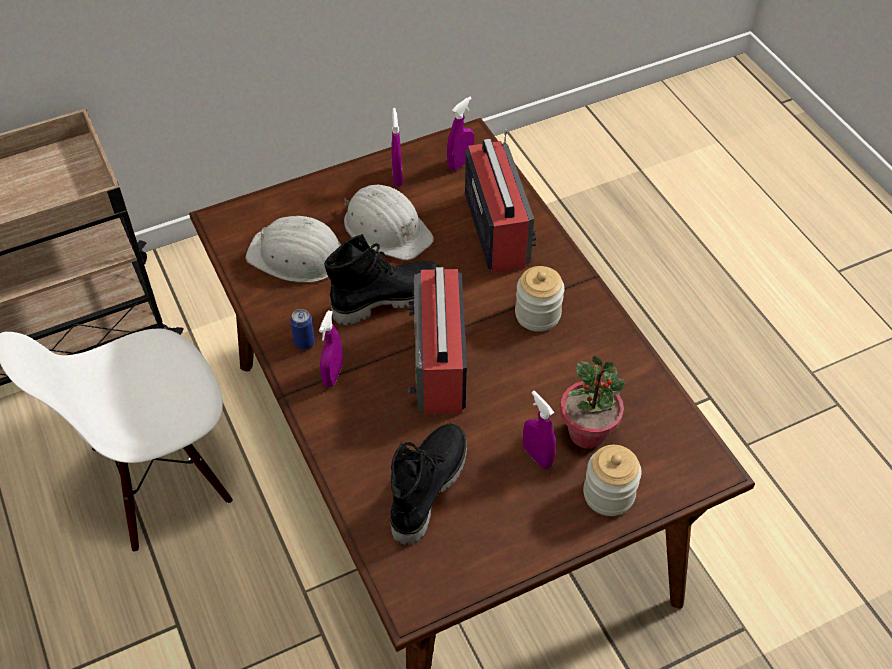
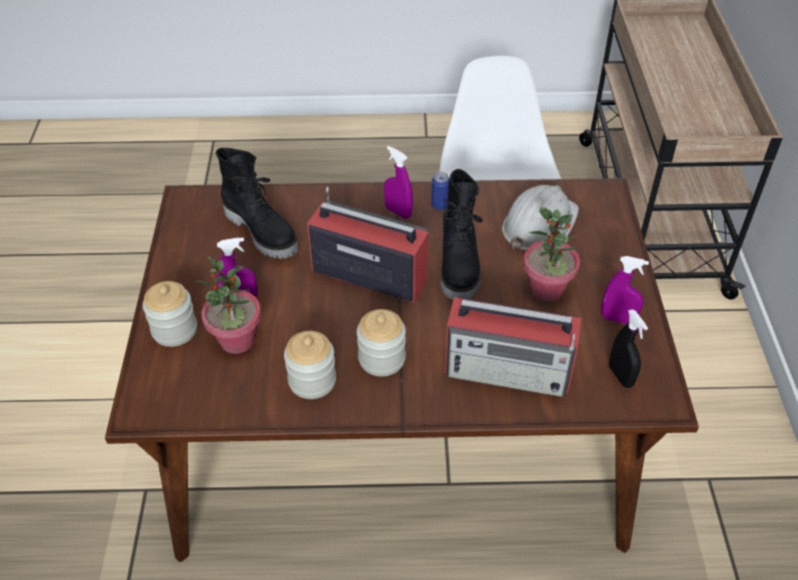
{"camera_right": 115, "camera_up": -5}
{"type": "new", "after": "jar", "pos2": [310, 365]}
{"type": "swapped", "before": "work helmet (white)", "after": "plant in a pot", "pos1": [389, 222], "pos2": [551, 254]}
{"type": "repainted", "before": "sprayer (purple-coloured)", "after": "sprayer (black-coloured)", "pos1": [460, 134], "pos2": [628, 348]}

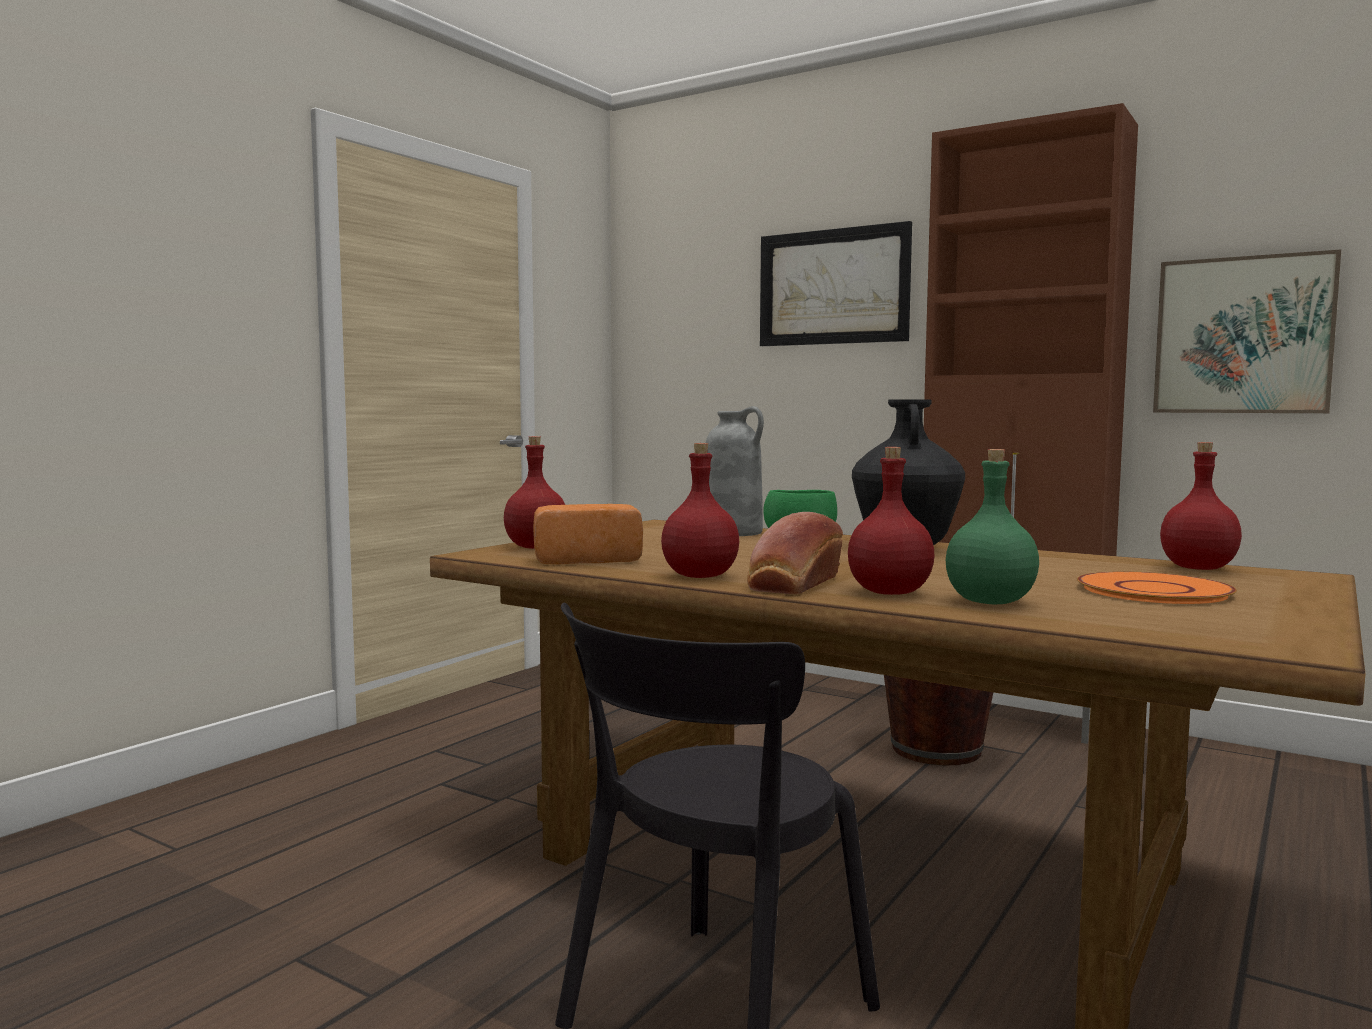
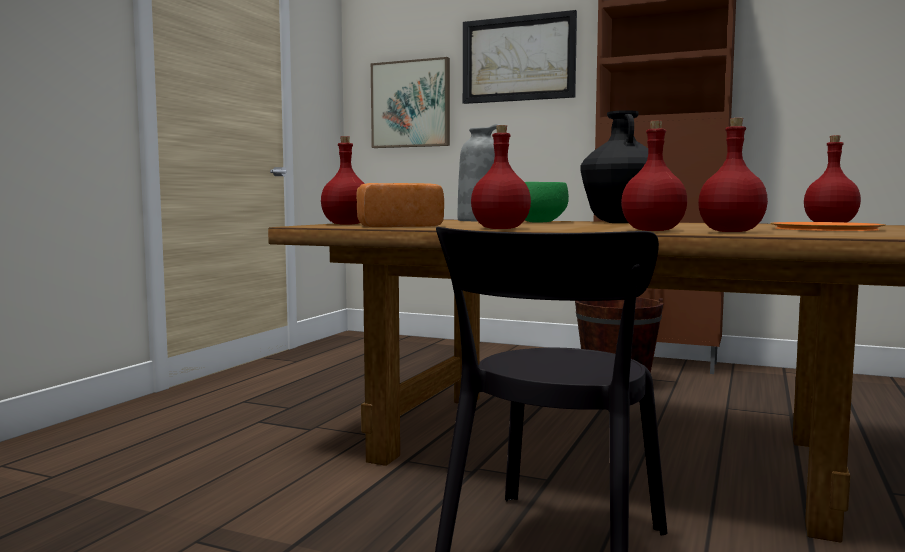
{"camera_right": -10, "camera_up": 0}
{"type": "shifted", "before": "picture", "pos1": [1247, 331], "pos2": [410, 102]}
{"type": "repainted", "before": "beverage bottle (green-coloured)", "after": "beverage bottle (reddish)", "pos1": [992, 526], "pos2": [733, 175]}
{"type": "gone", "before": "baked bread", "pos1": [795, 553]}

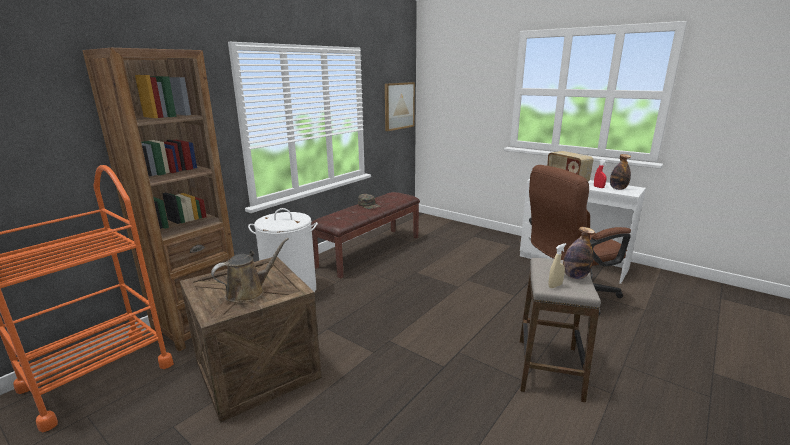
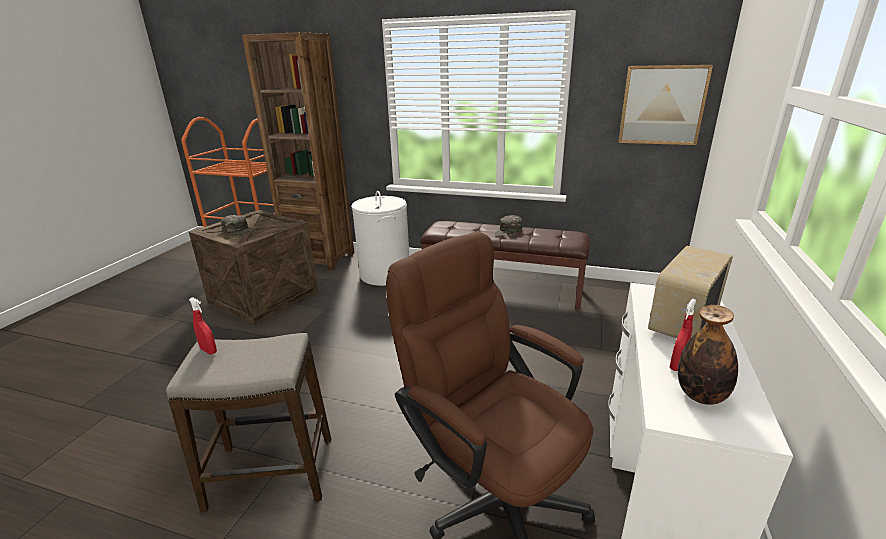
{"camera_right": 70, "camera_up": 5}
{"type": "repainted", "before": "sprayer (beige)", "after": "sprayer (reddish)", "pos1": [557, 265], "pos2": [203, 325]}
{"type": "swapped", "before": "sprinkling can (brownish)", "after": "cap (green-coloured)", "pos1": [250, 270], "pos2": [239, 225]}
{"type": "gone", "before": "beverage bottle", "pos1": [579, 253]}

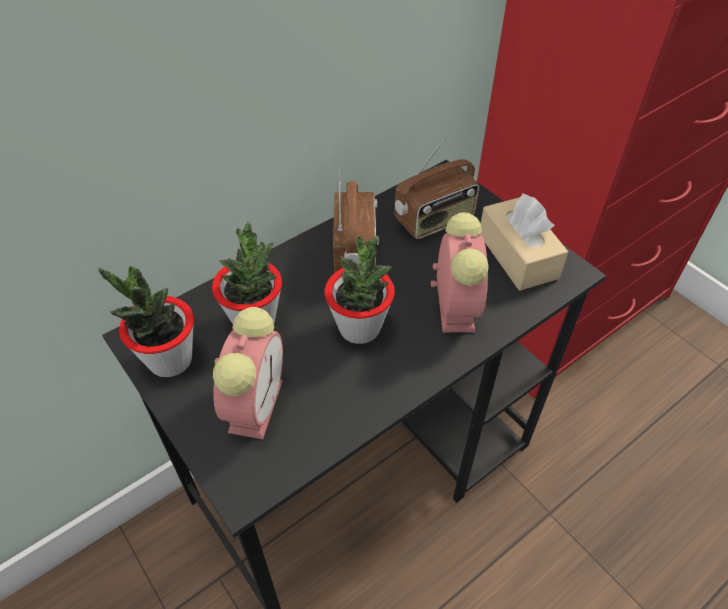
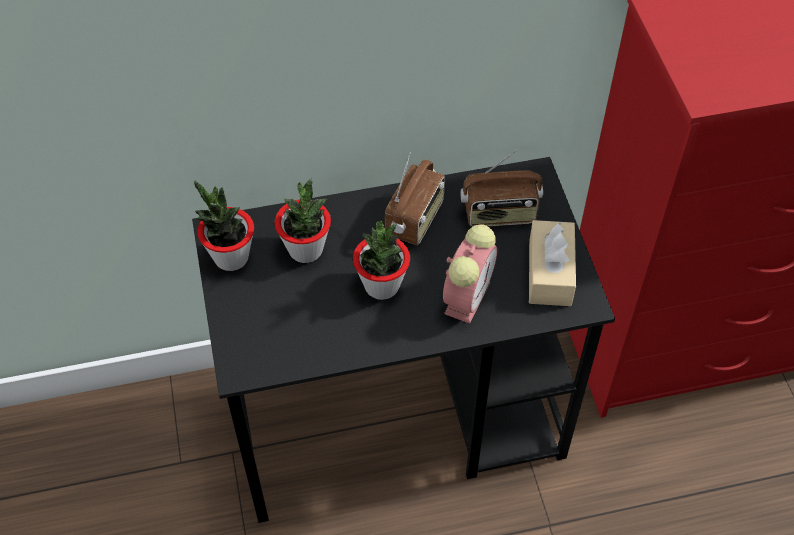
{"camera_right": 25, "camera_up": 5}
{"type": "gone", "before": "bedside clock", "pos1": [248, 373]}

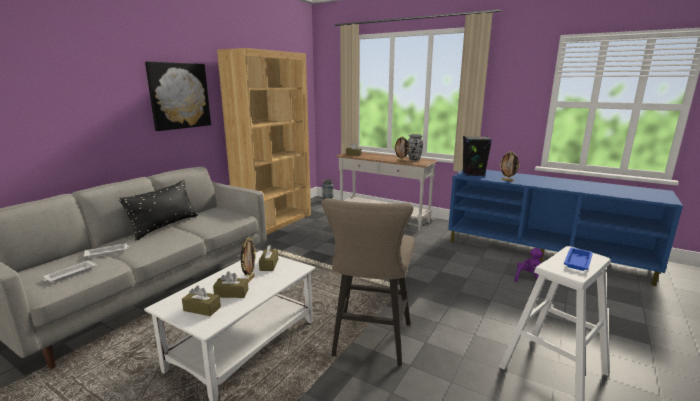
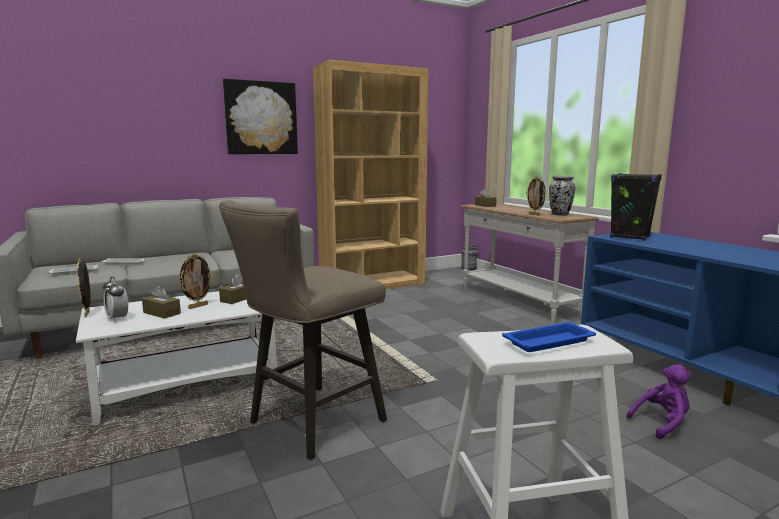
{"camera_right": 30, "camera_up": -5}
{"type": "shifted", "before": "photo frame", "pos1": [509, 166], "pos2": [84, 288]}
{"type": "swapped", "before": "tissue holder (brownish)", "after": "bedside clock", "pos1": [201, 301], "pos2": [115, 299]}
{"type": "gone", "before": "cushion (black-coloured)", "pos1": [158, 210]}

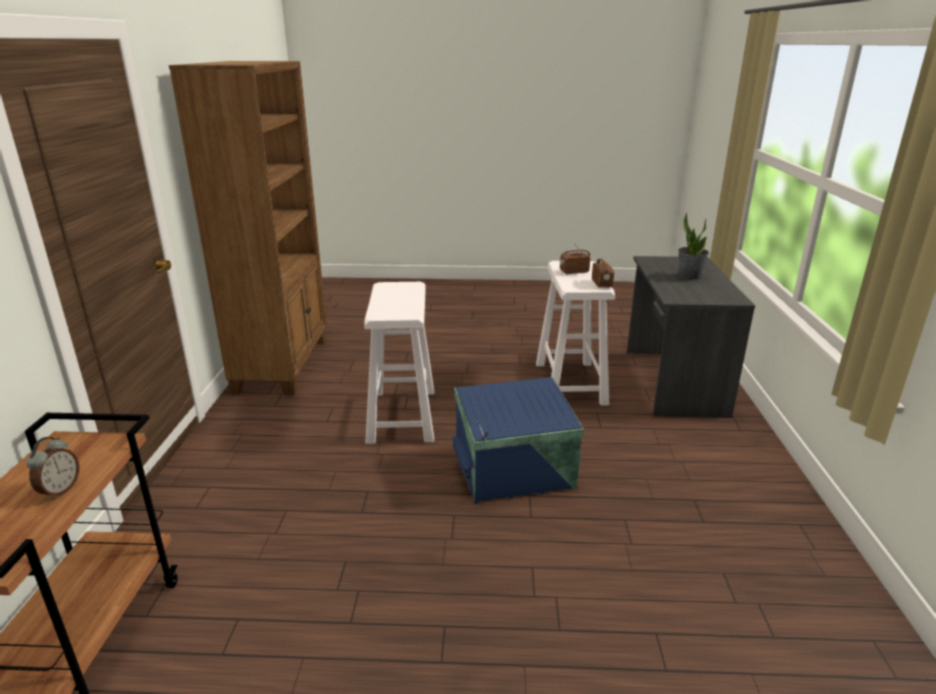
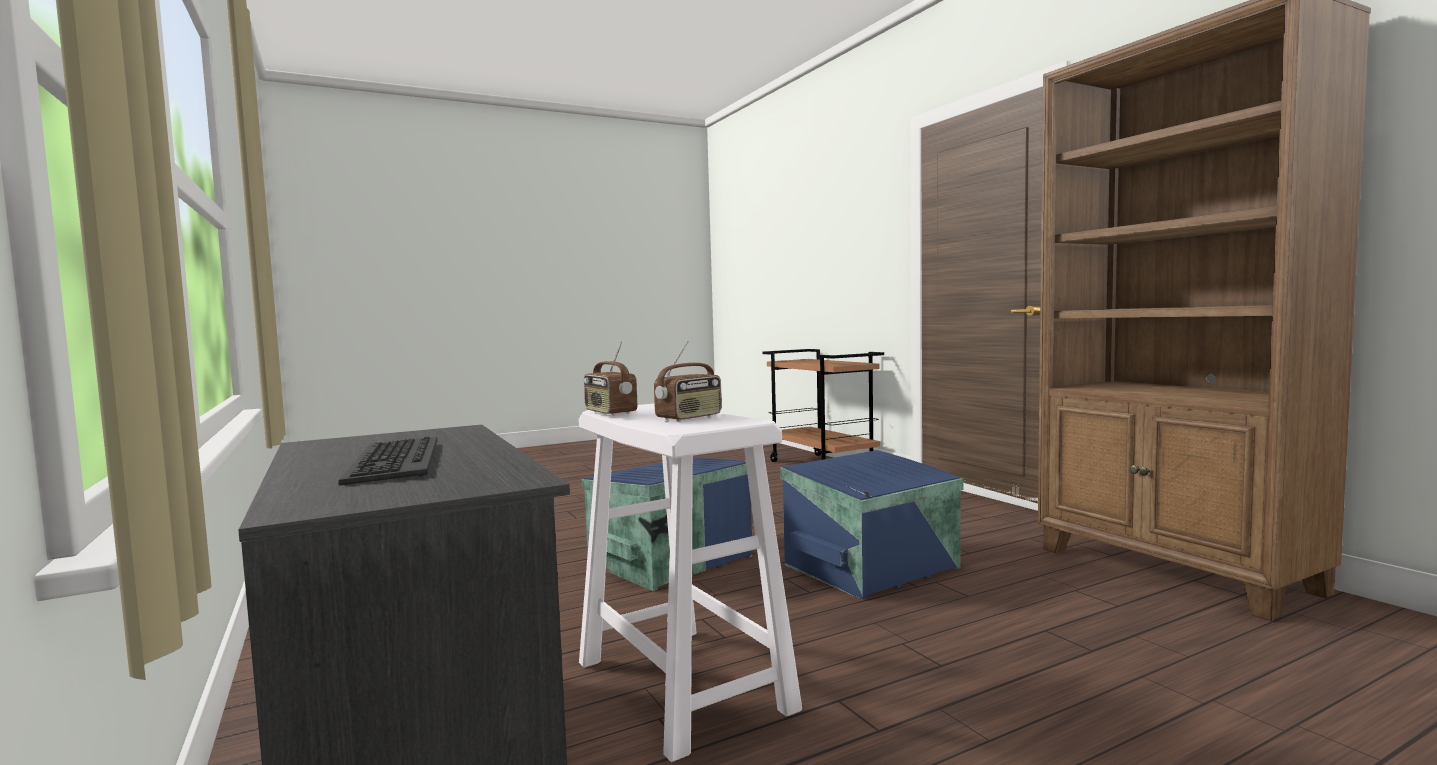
{"camera_right": 150, "camera_up": -20}
{"type": "swapped", "before": "plant in a pot", "after": "computer keyboard", "pos1": [693, 246], "pos2": [388, 461]}
{"type": "swapped", "before": "stool (white)", "after": "storage bin (blue)", "pos1": [399, 363], "pos2": [872, 525]}
{"type": "gone", "before": "bedside clock", "pos1": [52, 468]}

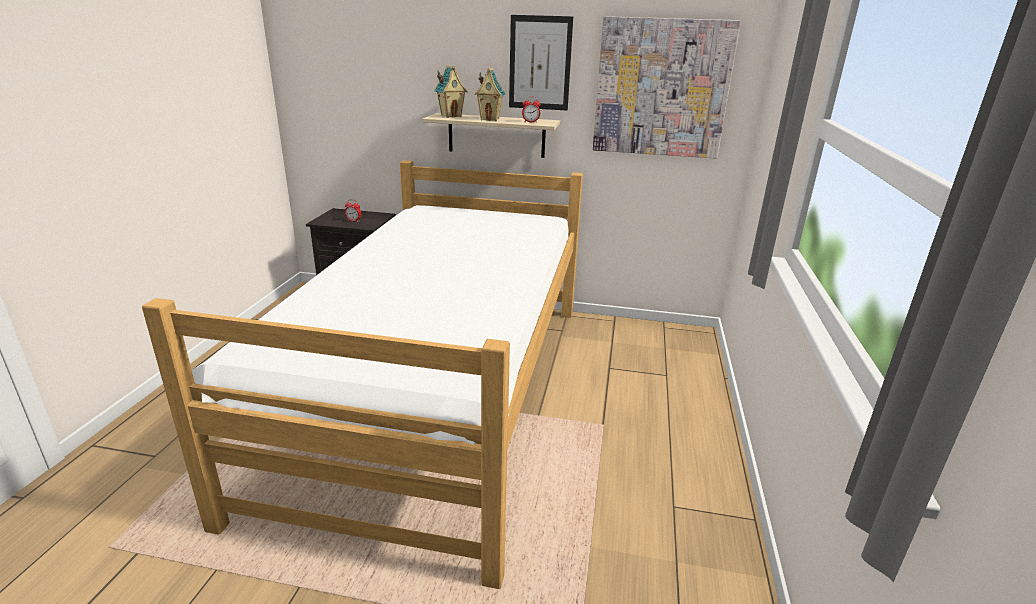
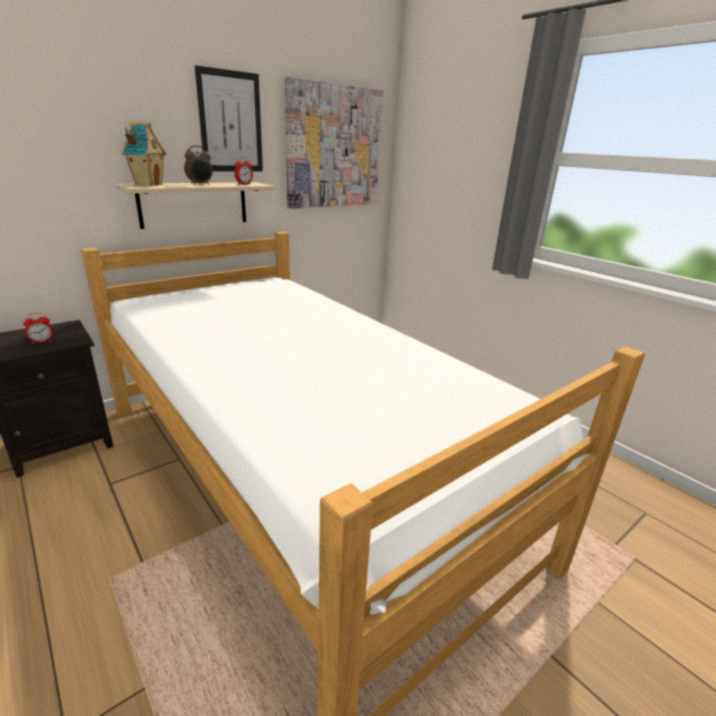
{"camera_right": -50, "camera_up": 0}
{"type": "swapped", "before": "toy house", "after": "bedside clock", "pos1": [490, 94], "pos2": [198, 165]}

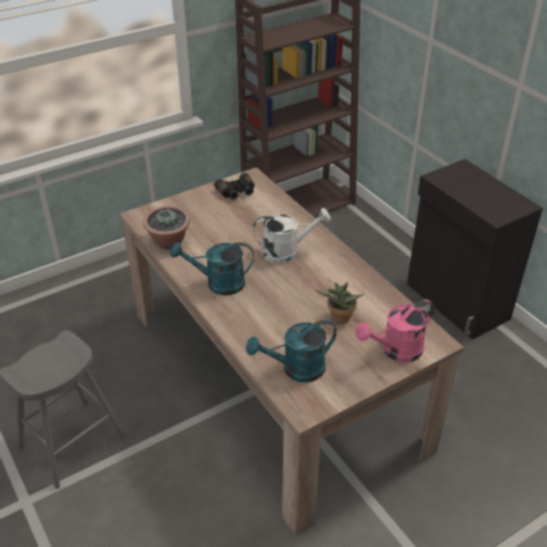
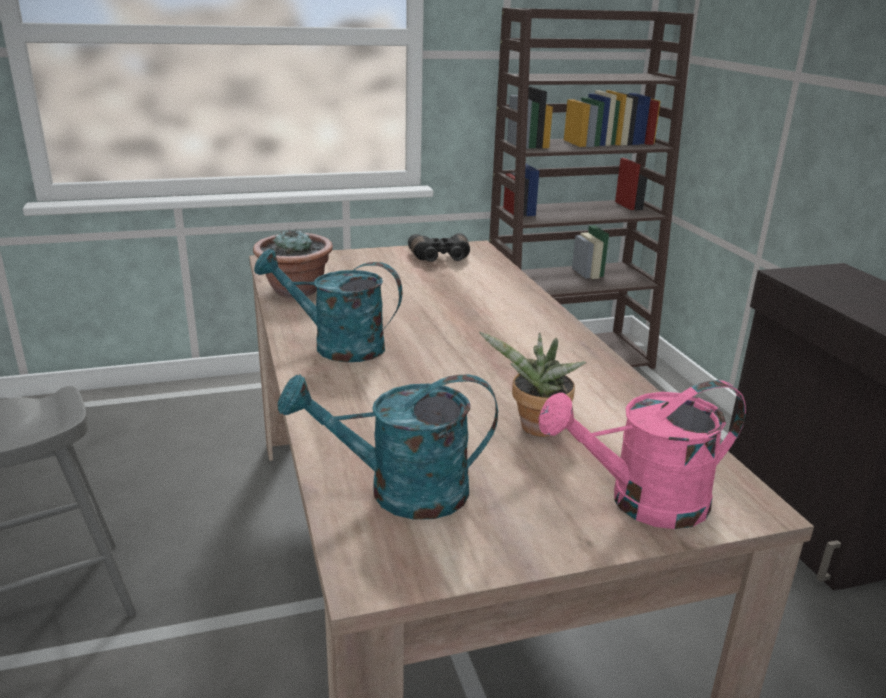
{"camera_right": 15, "camera_up": -15}
{"type": "gone", "before": "sprinkling can (white)", "pos1": [292, 236]}

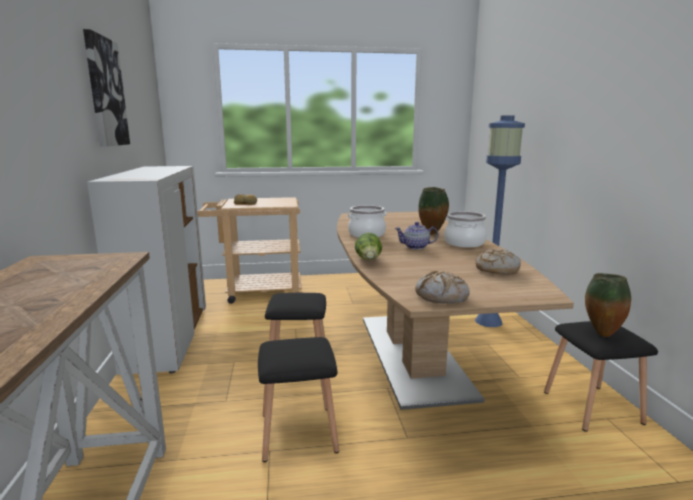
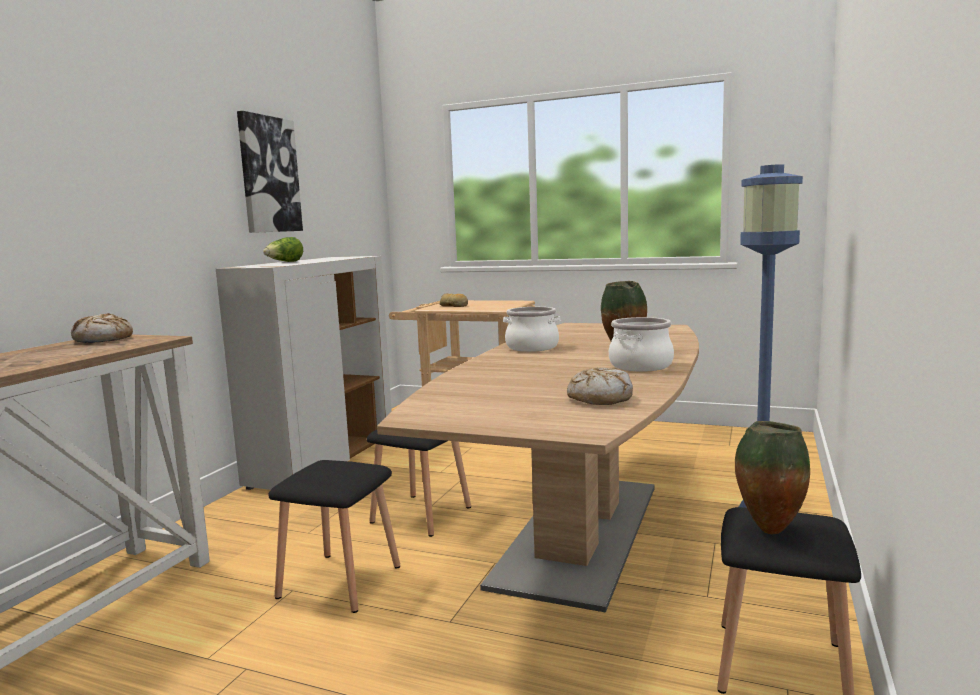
{"camera_right": 30, "camera_up": -5}
{"type": "shifted", "before": "baked bread", "pos1": [442, 287], "pos2": [102, 328]}
{"type": "shifted", "before": "lettuce", "pos1": [368, 246], "pos2": [283, 249]}
{"type": "gone", "before": "pot for tea", "pos1": [417, 236]}

